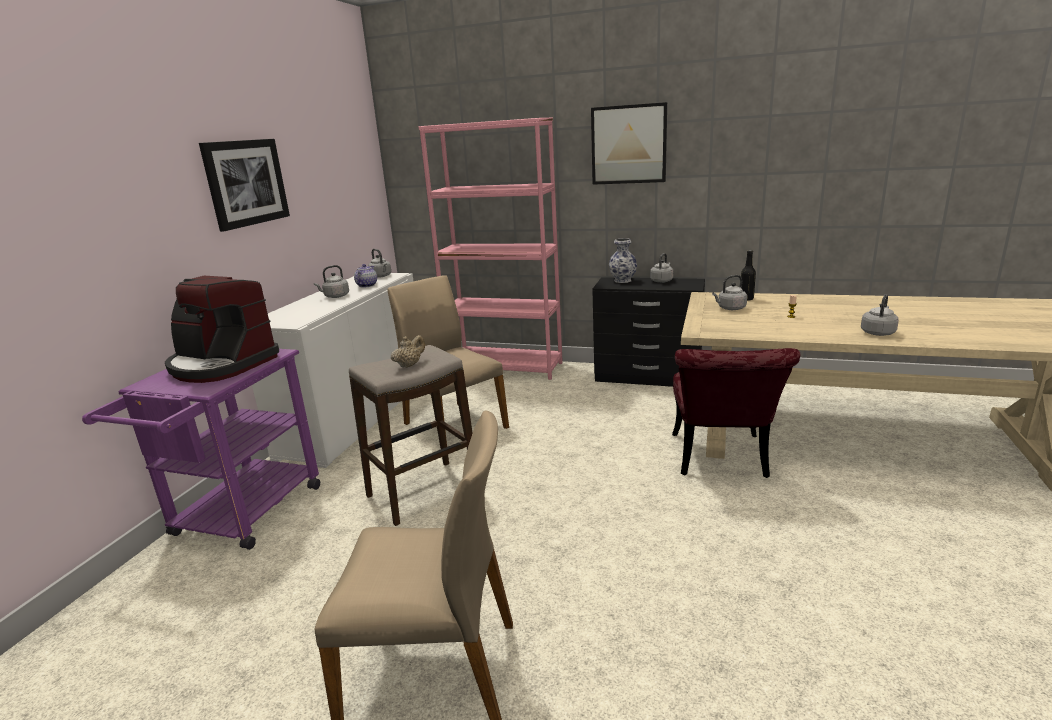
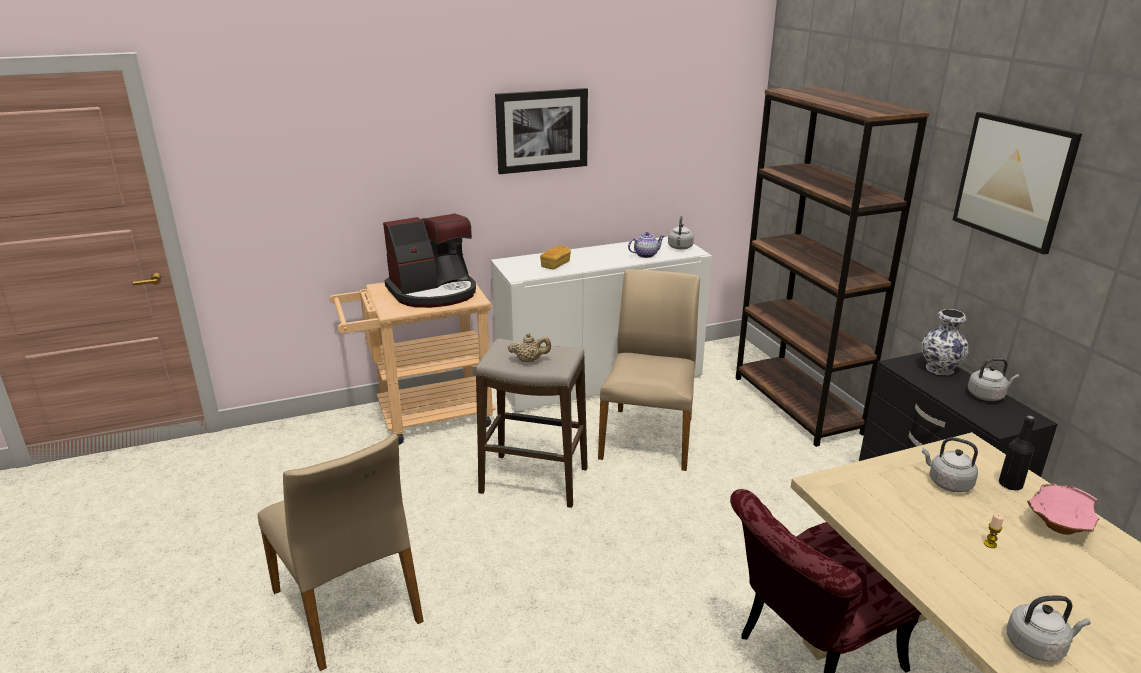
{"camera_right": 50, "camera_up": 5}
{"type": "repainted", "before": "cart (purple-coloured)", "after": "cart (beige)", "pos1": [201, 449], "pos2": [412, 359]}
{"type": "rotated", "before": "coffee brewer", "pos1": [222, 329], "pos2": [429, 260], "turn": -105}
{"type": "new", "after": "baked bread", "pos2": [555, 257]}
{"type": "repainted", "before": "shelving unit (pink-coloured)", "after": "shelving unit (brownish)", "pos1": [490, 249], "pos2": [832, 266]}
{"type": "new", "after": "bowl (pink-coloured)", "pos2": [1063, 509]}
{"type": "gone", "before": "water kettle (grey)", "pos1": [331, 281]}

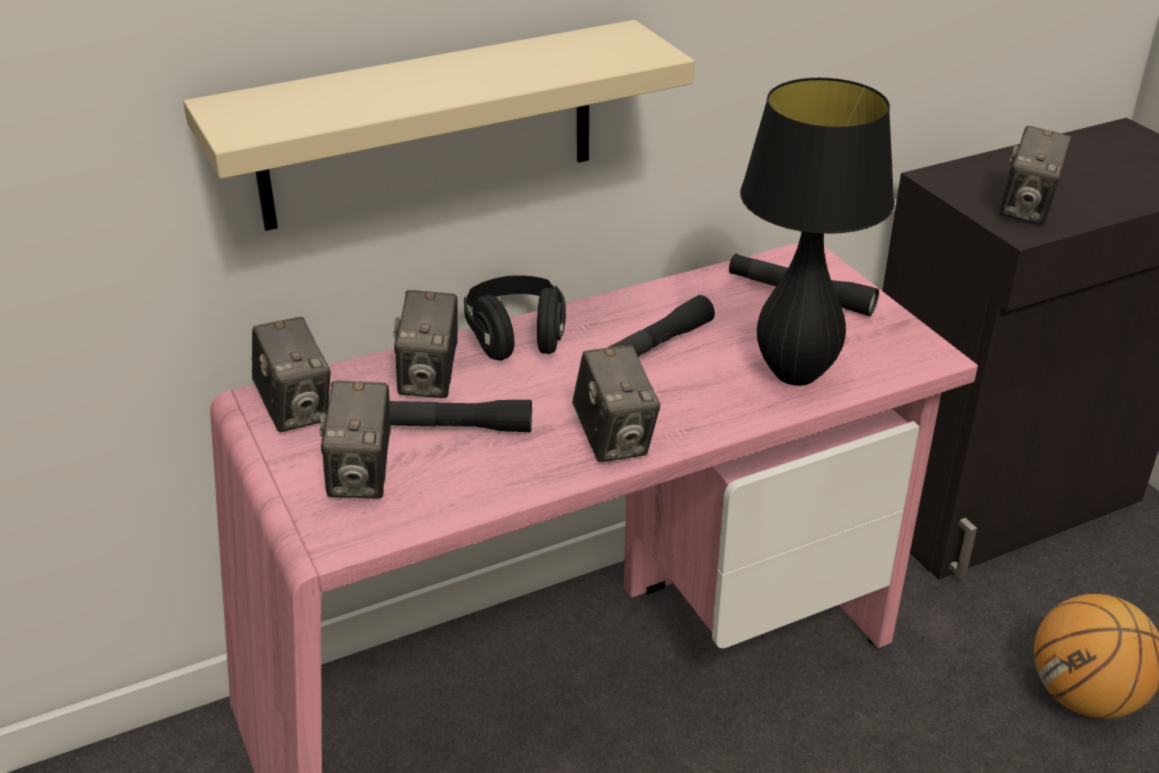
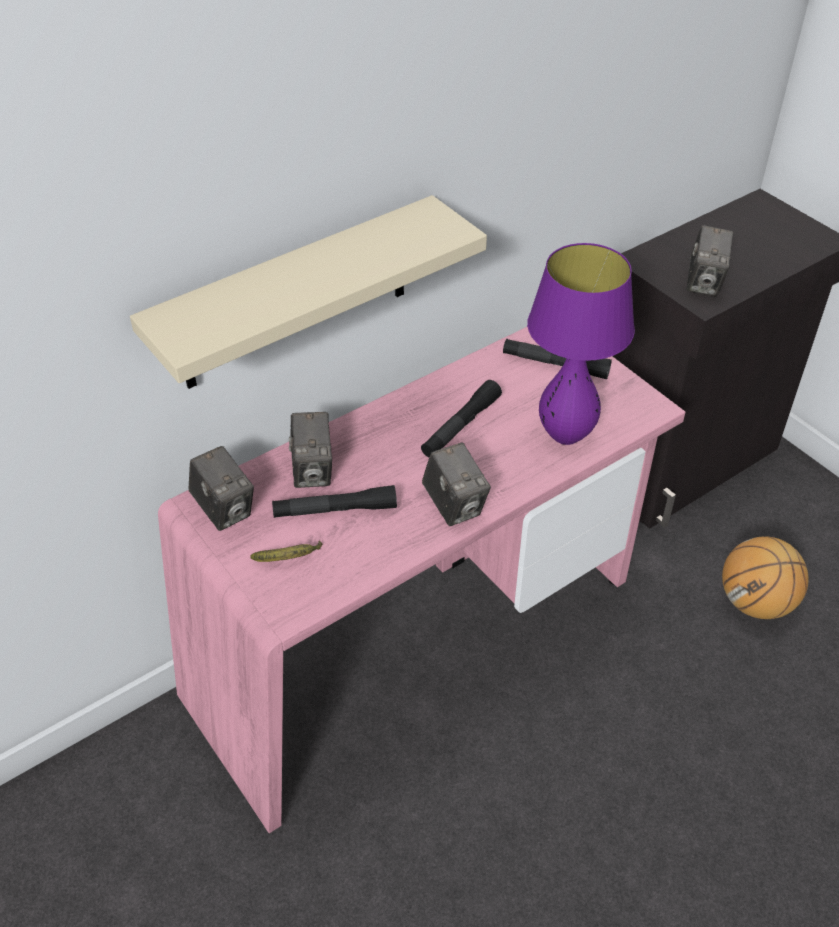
{"camera_right": -10, "camera_up": 10}
{"type": "swapped", "before": "photo camera", "after": "whole banana", "pos1": [355, 440], "pos2": [286, 551]}
{"type": "repainted", "before": "table lamp (black-coloured)", "after": "table lamp (purple-coloured)", "pos1": [817, 232], "pos2": [581, 344]}
{"type": "gone", "before": "pair of headphones (black-coloured)", "pos1": [515, 318]}

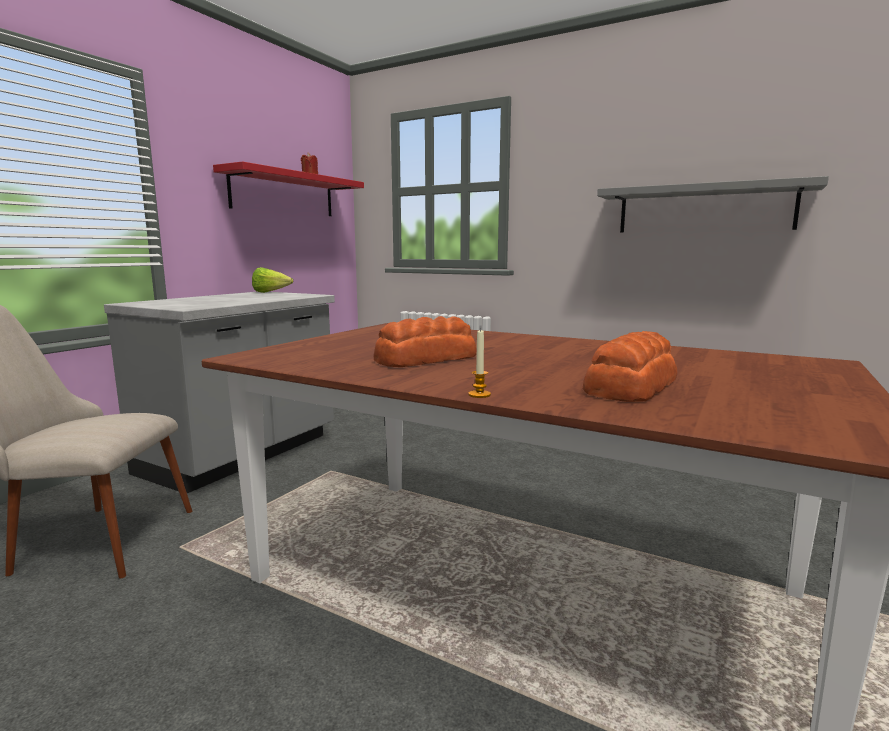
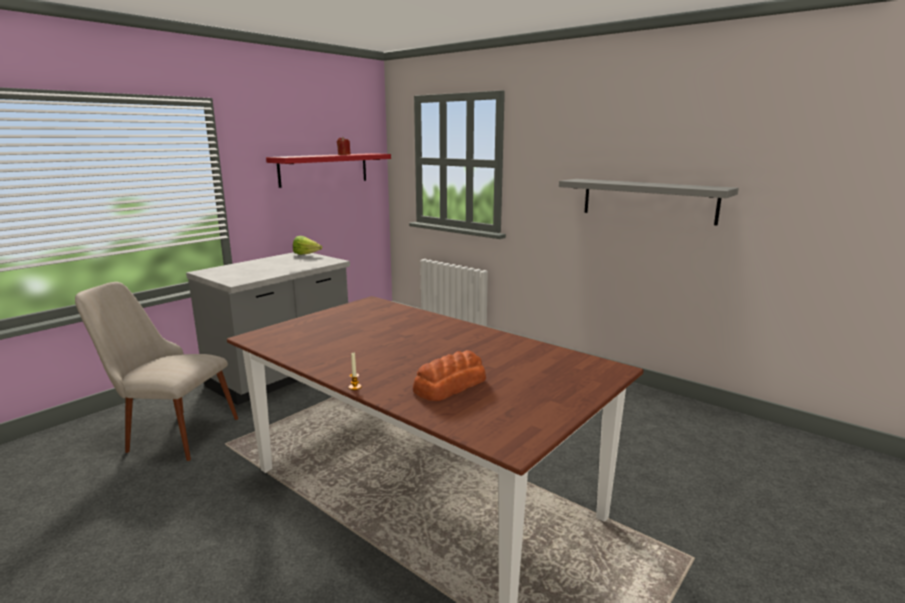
{"camera_right": 10, "camera_up": 5}
{"type": "gone", "before": "baked bread", "pos1": [425, 341]}

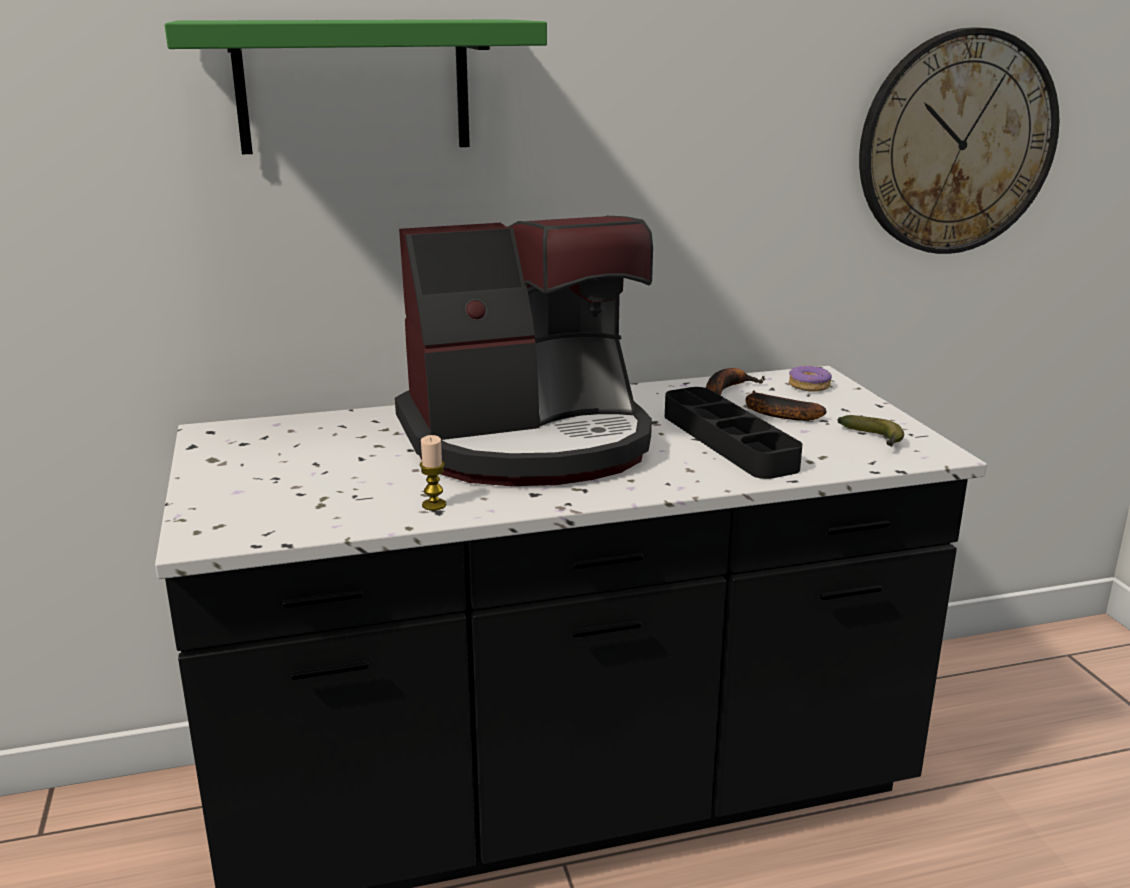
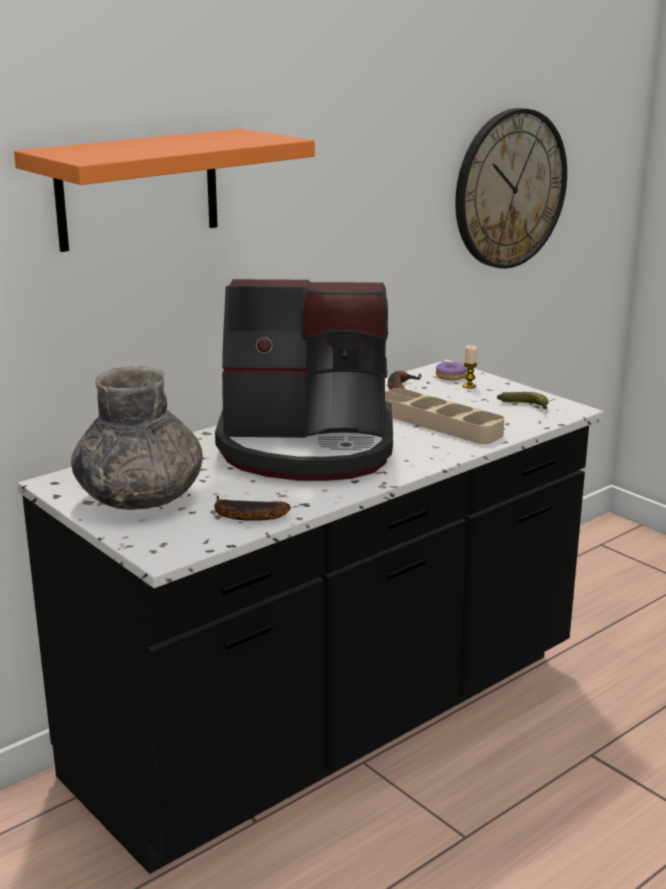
{"camera_right": -25, "camera_up": 0}
{"type": "repainted", "before": "bracket shelf (green-coloured)", "after": "bracket shelf (orangey)", "pos1": [356, 87], "pos2": [164, 190]}
{"type": "new", "after": "vase (grey)", "pos2": [137, 438]}
{"type": "shifted", "before": "whole banana", "pos1": [786, 405], "pos2": [252, 508]}
{"type": "rotated", "before": "coffee brewer", "pos1": [524, 351], "pos2": [304, 380], "turn": 45}
{"type": "repainted", "before": "carrying tray (black-coloured)", "after": "carrying tray (beige)", "pos1": [733, 433], "pos2": [444, 416]}
{"type": "shifted", "before": "wax light", "pos1": [433, 473], "pos2": [470, 367]}

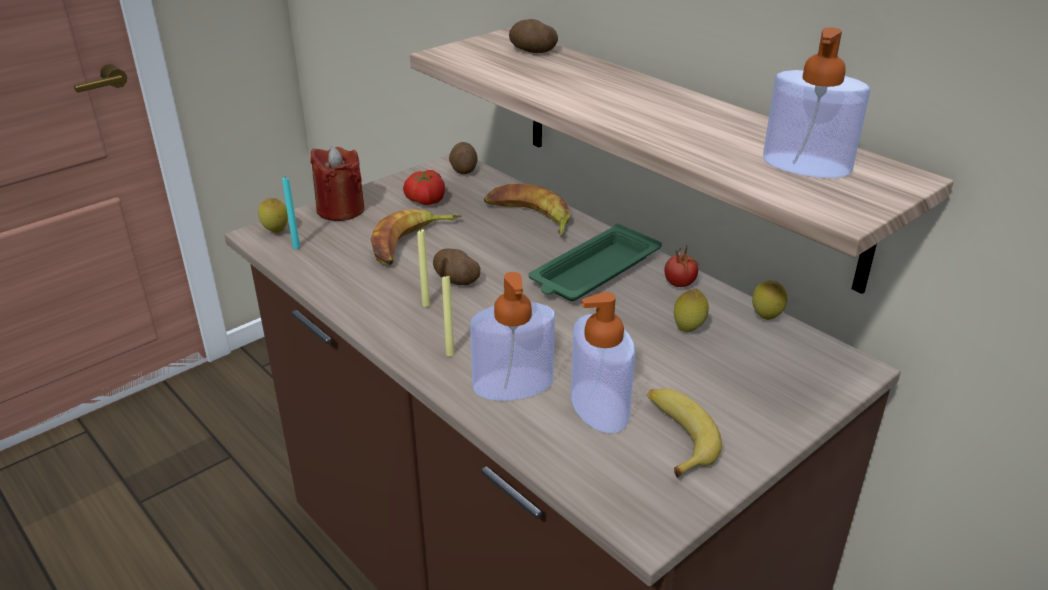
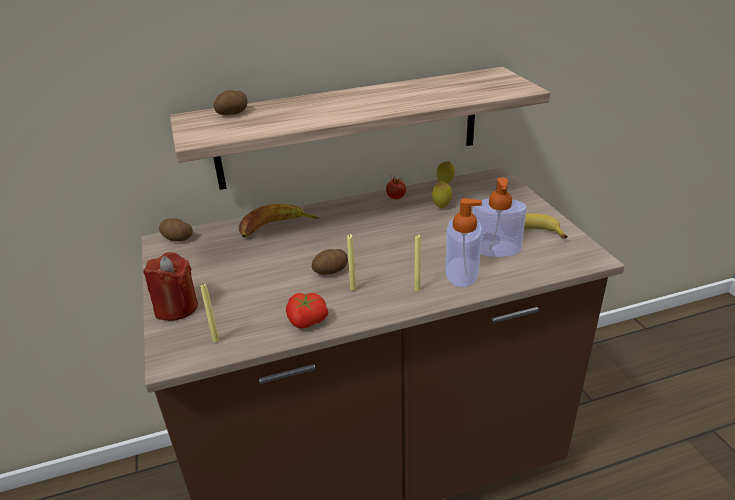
{"camera_right": -65, "camera_up": 0}
{"type": "repainted", "before": "wax light (turquoise-coloured)", "after": "wax light (yellowish)", "pos1": [291, 213], "pos2": [209, 313]}
{"type": "shifted", "before": "tomato", "pos1": [424, 187], "pos2": [307, 311]}
{"type": "gone", "before": "whole lemon", "pos1": [273, 215]}
{"type": "gone", "before": "whole banana", "pos1": [416, 237]}
{"type": "gone", "before": "carrying tray (green-coloured)", "pos1": [595, 262]}
{"type": "gone", "before": "soap dispenser", "pos1": [816, 102]}

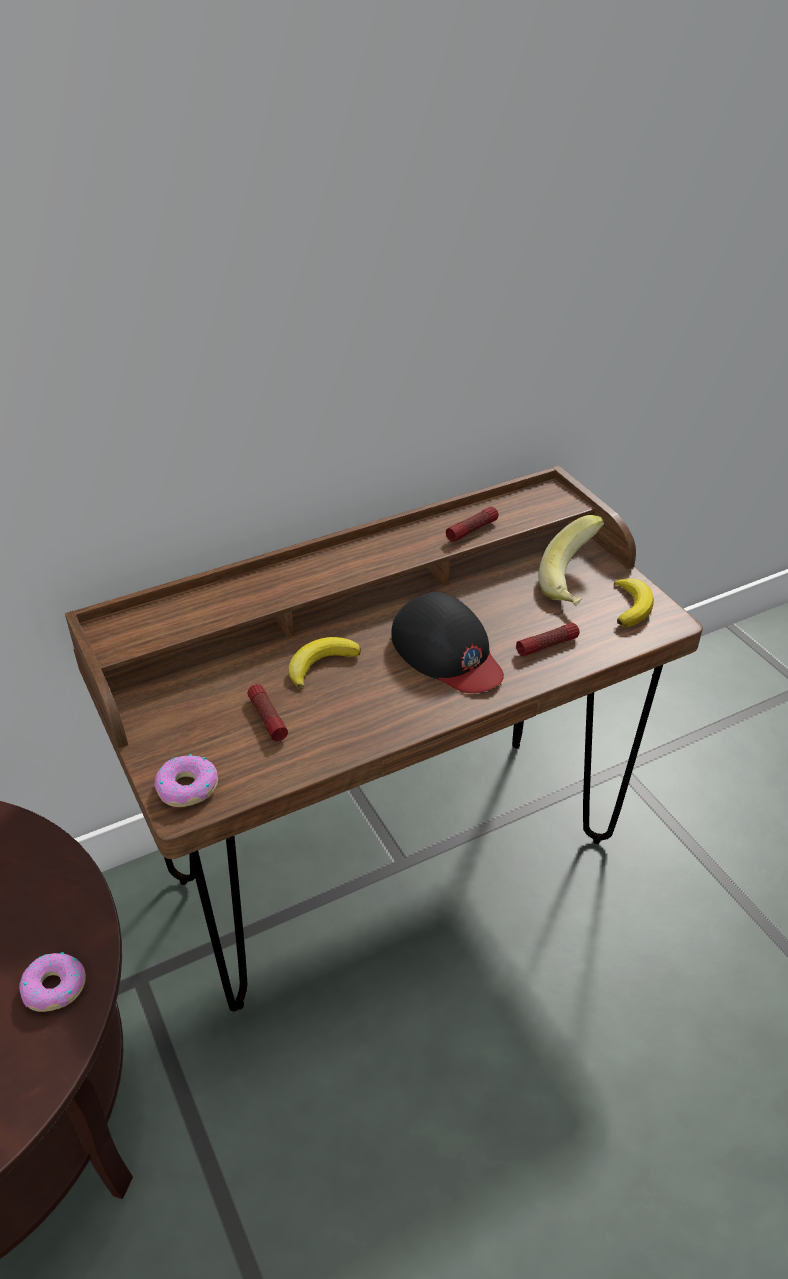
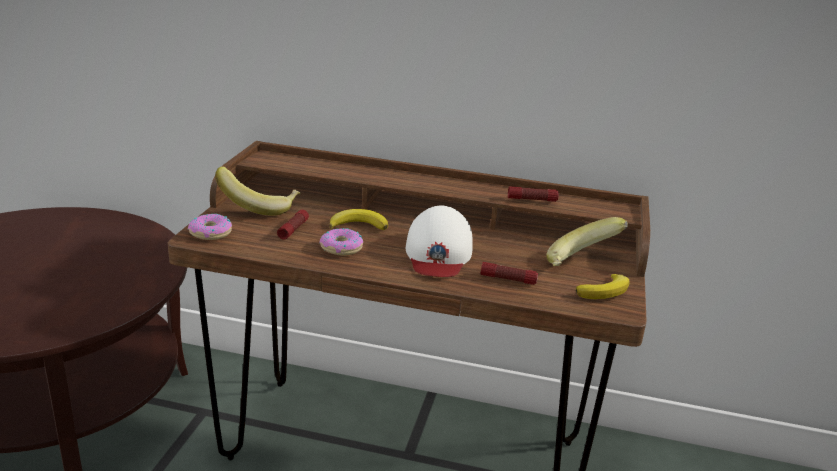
{"camera_right": 40, "camera_up": -15}
{"type": "new", "after": "whole banana", "pos2": [257, 191]}
{"type": "shifted", "before": "doughnut", "pos1": [52, 982], "pos2": [341, 242]}
{"type": "repainted", "before": "cap (black-coloured)", "after": "cap (white)", "pos1": [448, 642], "pos2": [439, 241]}

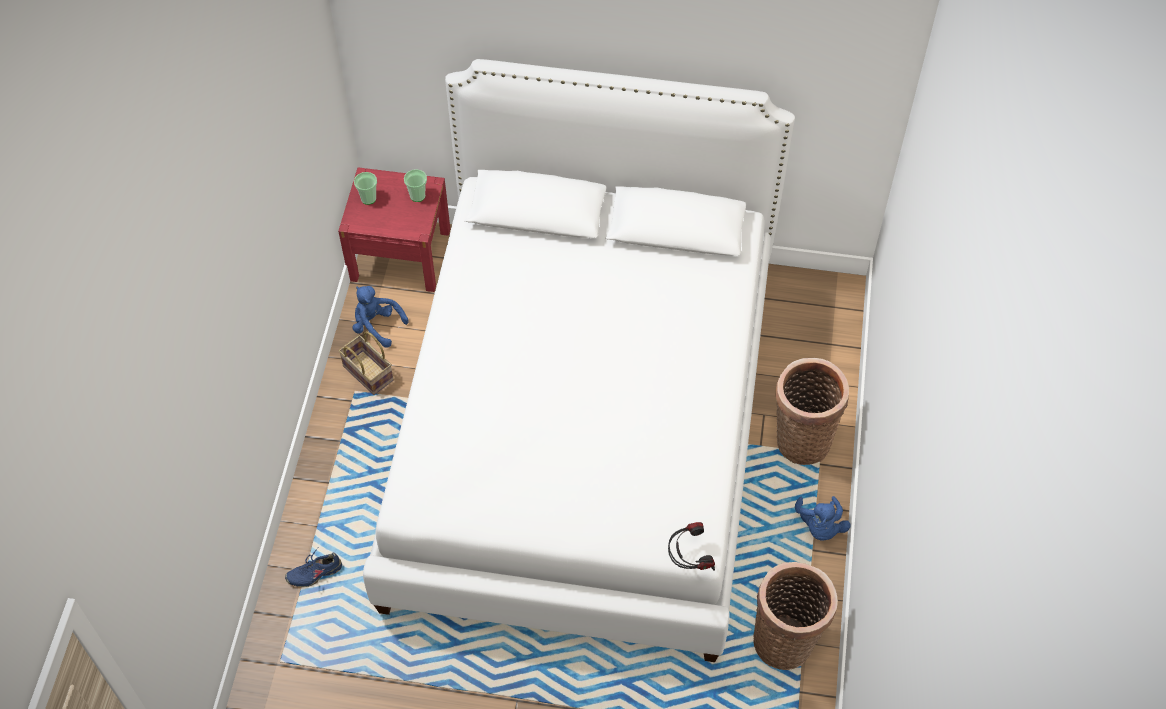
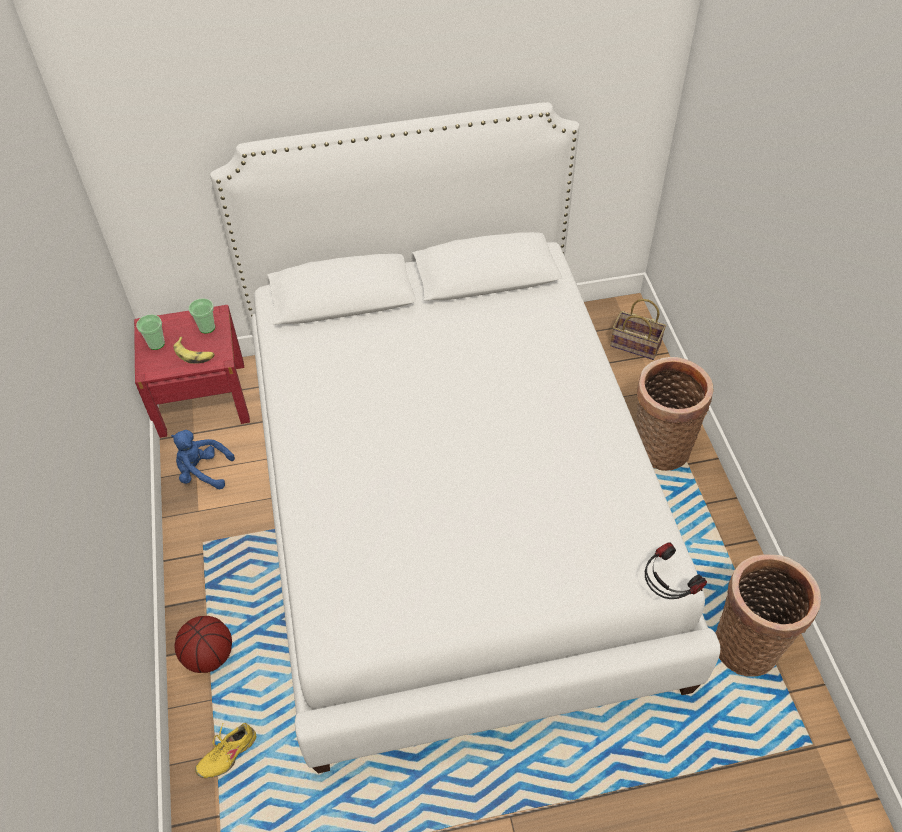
{"camera_right": -20, "camera_up": -5}
{"type": "new", "after": "whole banana", "pos2": [194, 350]}
{"type": "new", "after": "basketball ball", "pos2": [203, 644]}
{"type": "repainted", "before": "item of footwear (blue)", "after": "item of footwear (yellowish)", "pos1": [313, 567], "pos2": [225, 750]}
{"type": "shifted", "before": "storage basket", "pos1": [366, 363], "pos2": [638, 329]}
{"type": "gone", "before": "cuddly toy (blue)", "pos1": [823, 518]}

